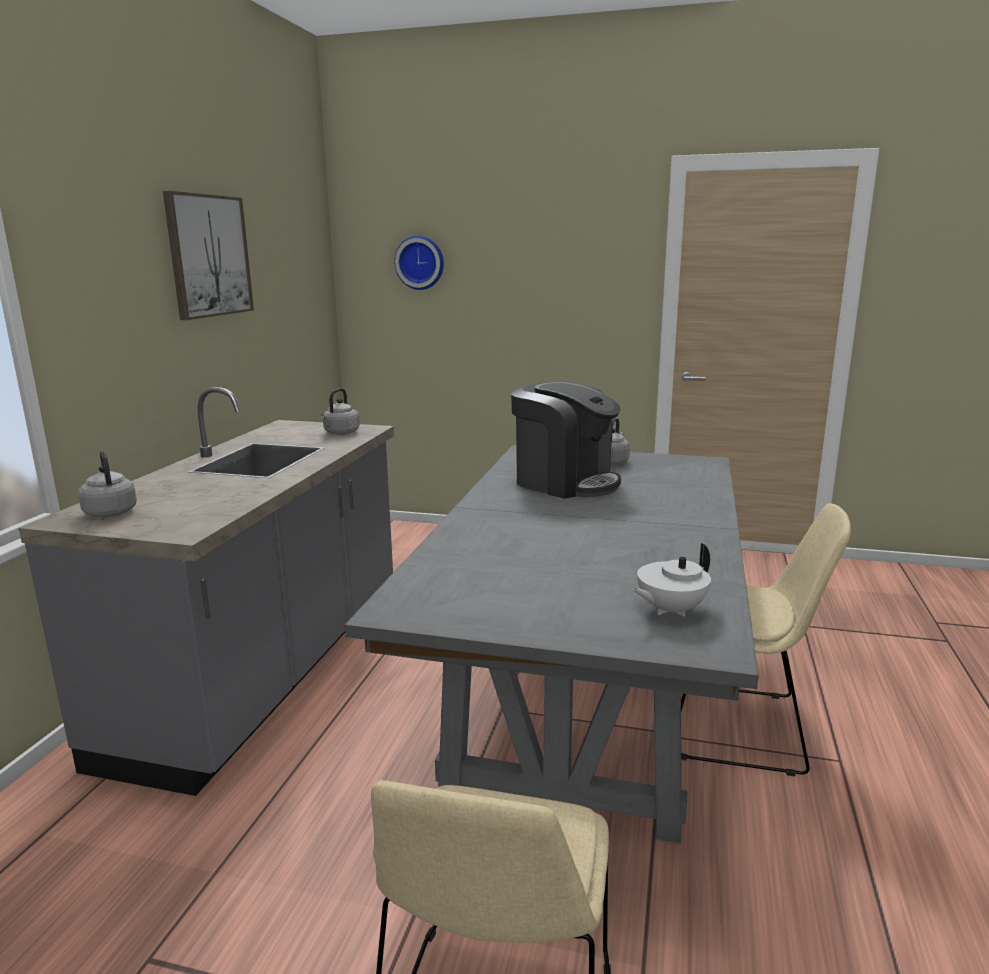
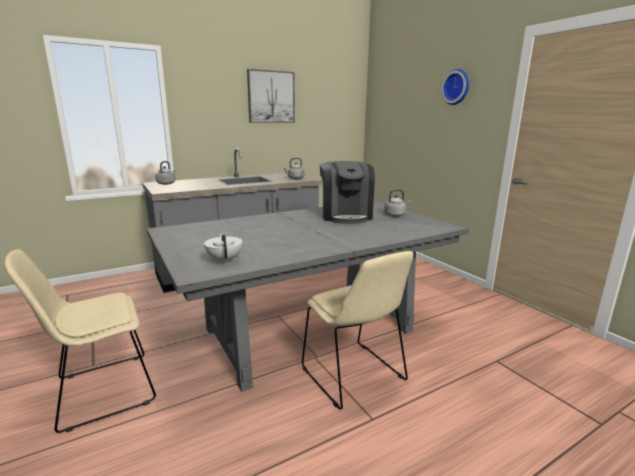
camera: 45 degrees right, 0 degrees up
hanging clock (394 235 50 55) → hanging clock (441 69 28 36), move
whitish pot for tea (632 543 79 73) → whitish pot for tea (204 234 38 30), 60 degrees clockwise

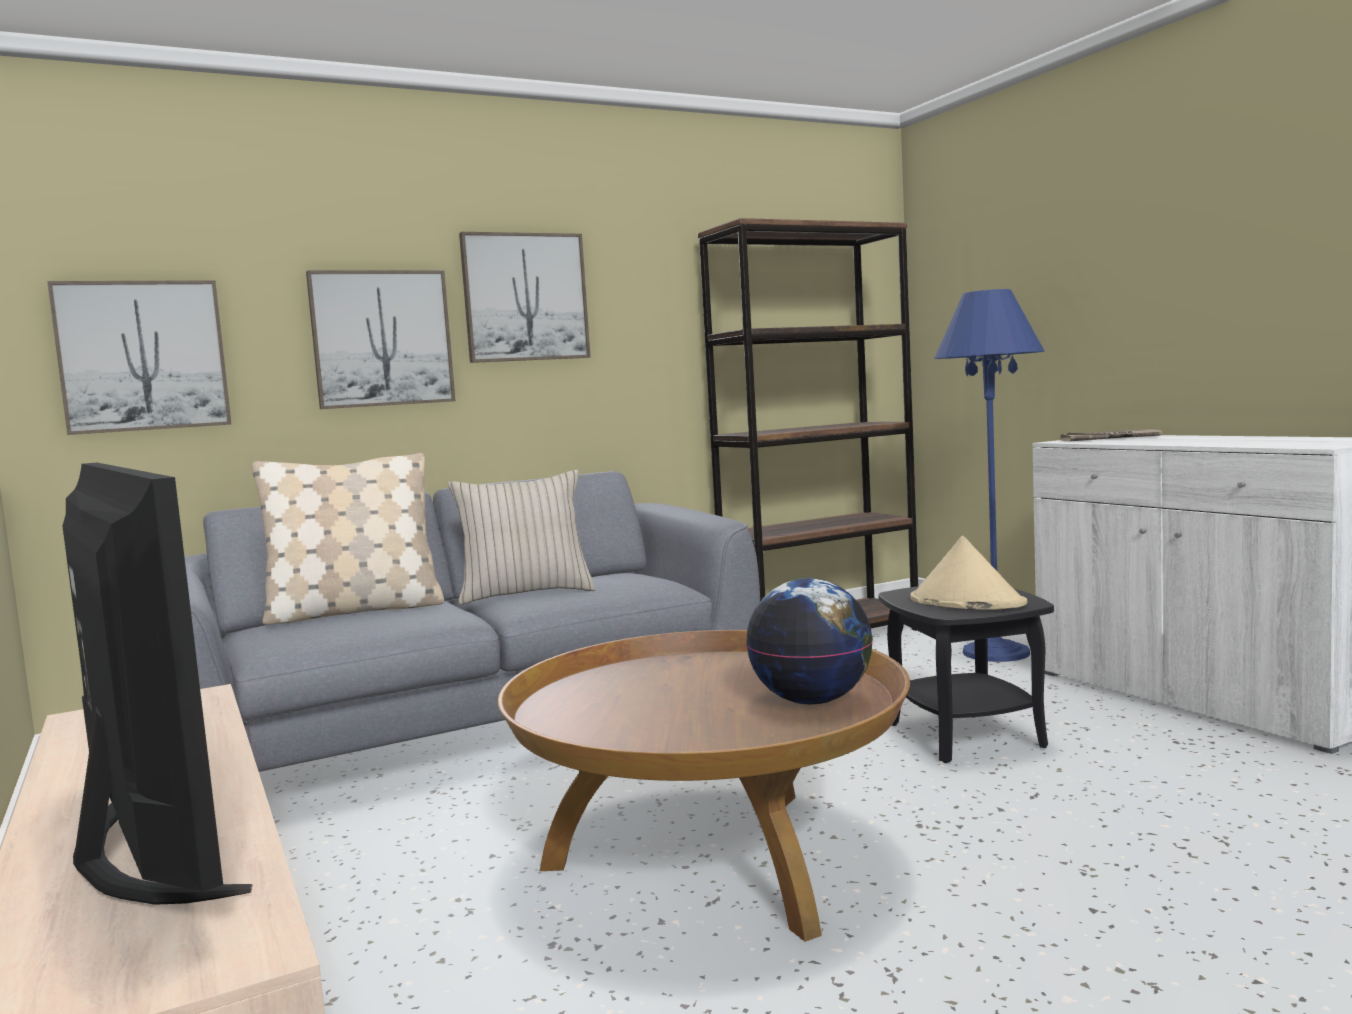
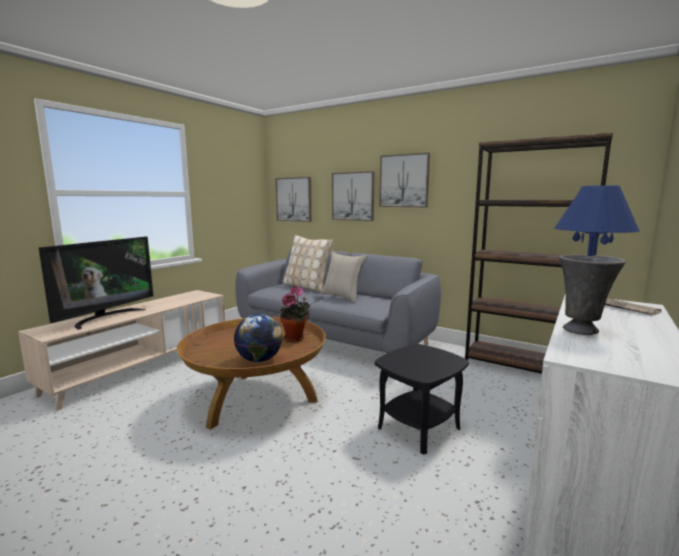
camera: 60 degrees right, 5 degrees up
beige wearable hat (910 536 117 74) → -
- → gray flower vase (559 254 67 81)
- → plant in a pot (280 286 30 56)

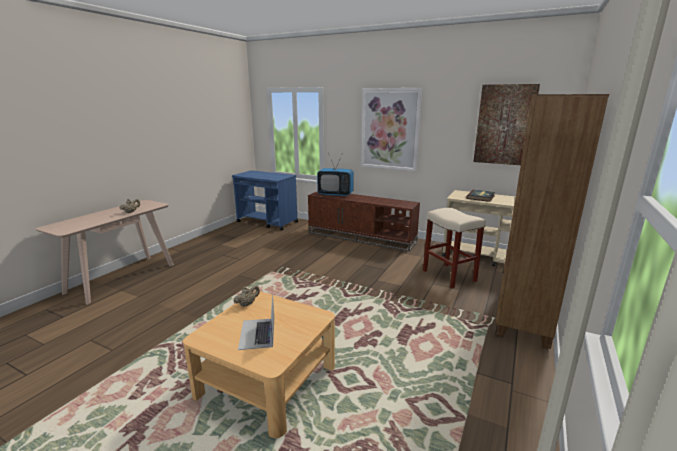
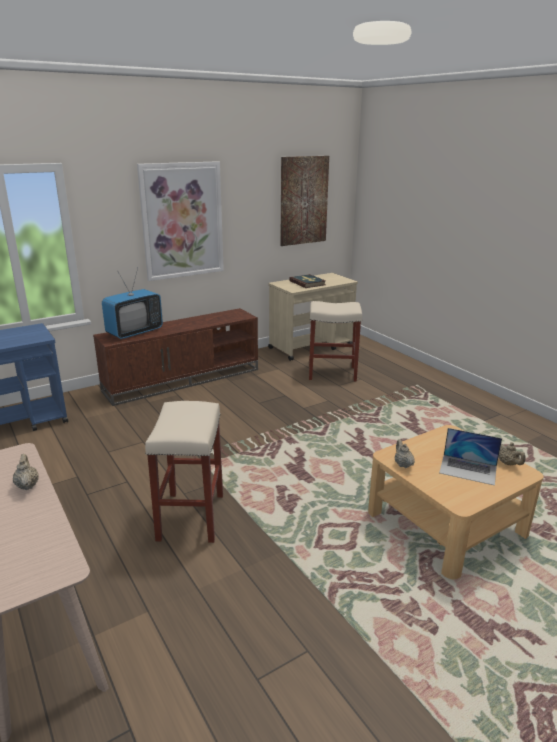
camera: 60 degrees left, 5 degrees up
brown bookshelf (495 94 114 255) → -
- → beige stool (145 401 78 142)
- → beige pot for tea (499 442 27 23)

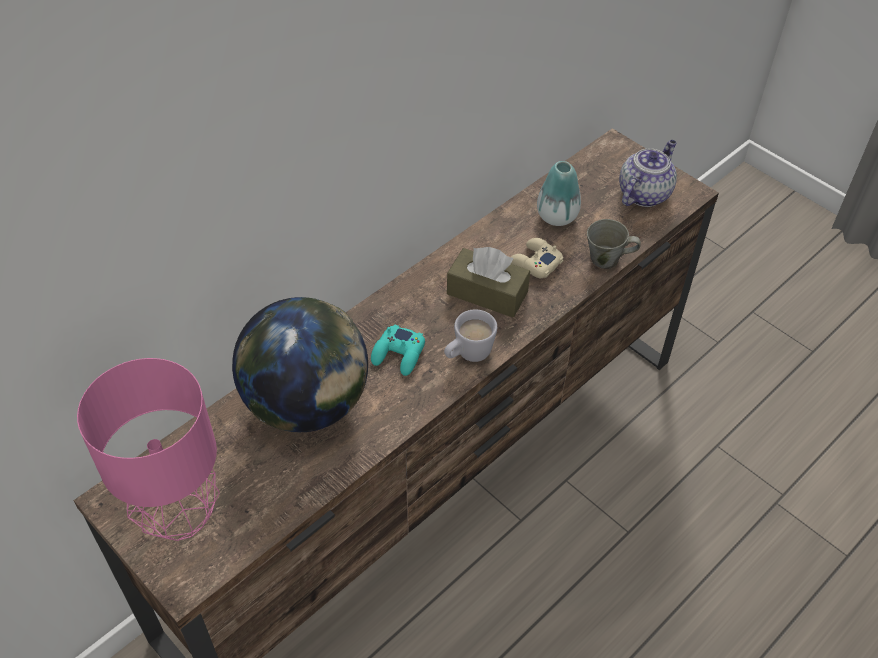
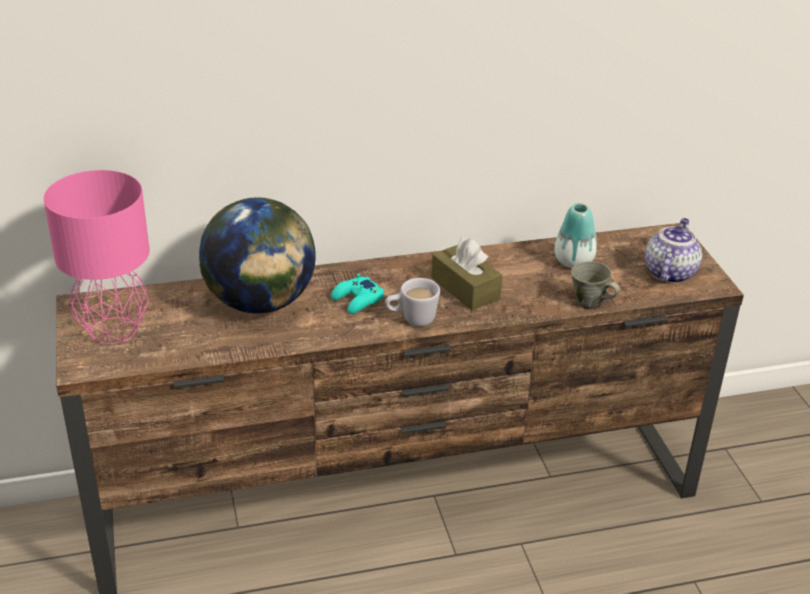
camera: 30 degrees right, 15 degrees down
pot for tea (619 140 58 67) → pot for tea (645 218 57 65), 45 degrees counterclockwise
beige game controller (511 238 53 40) → -

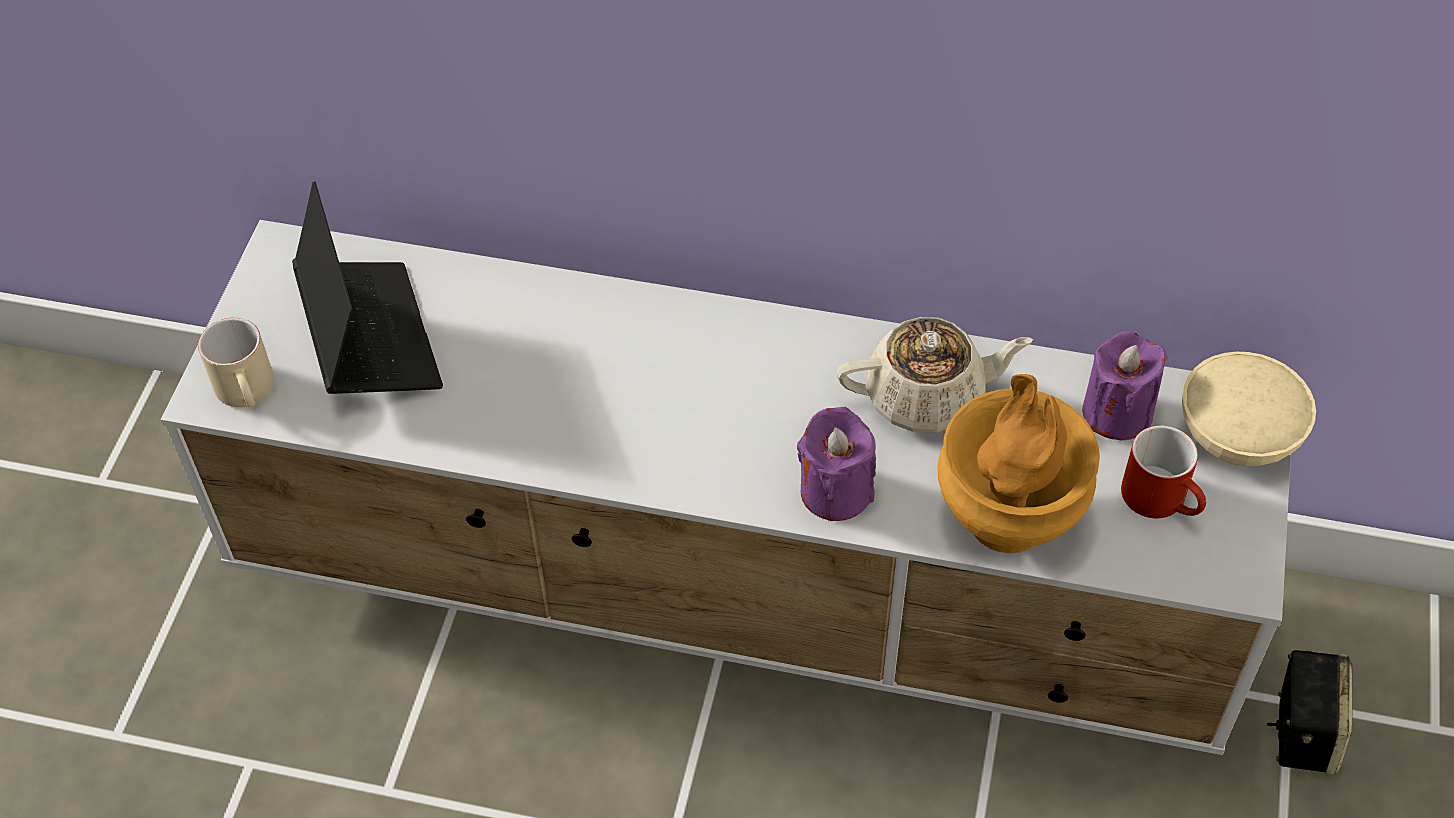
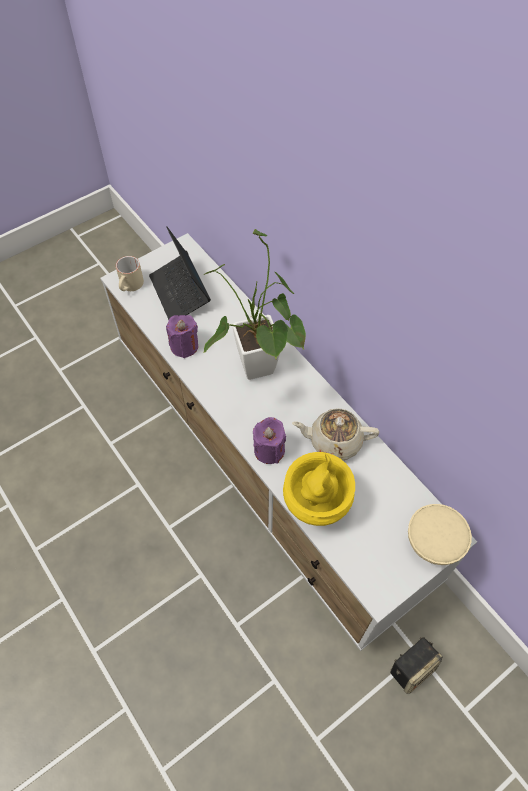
camera: 40 degrees right, 5 degrees up
portable computer (292 182 151 212) → portable computer (149 226 62 94), 135 degrees clockwise
beige pot for tea (837 317 196 116) → beige pot for tea (292 408 87 52), 150 degrees clockwise
purple-coloured candle (1082 331 85 109) → purple-coloured candle (166 315 32 43), move
brown flower vase (937 374 163 179) → yellow-coloured flower vase (283 452 72 74)
red-coloured mug (1121 425 85 93) → -
- → plant in a pot (203 229 103 151)

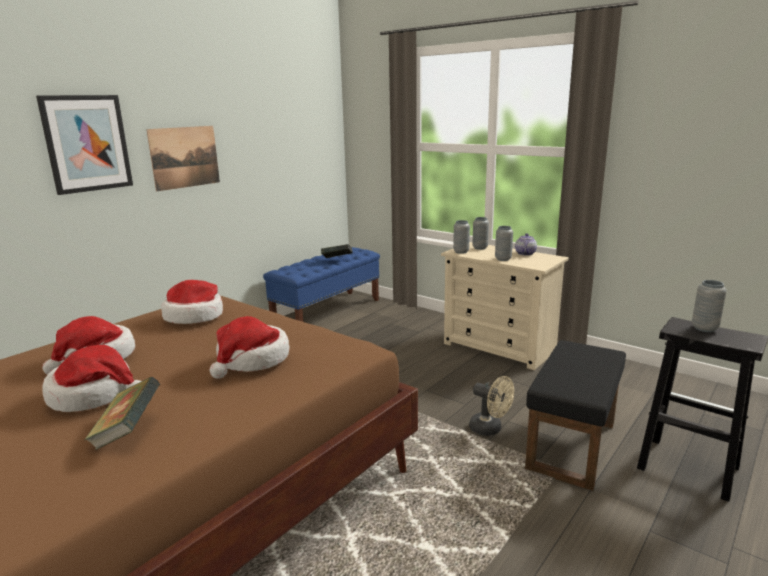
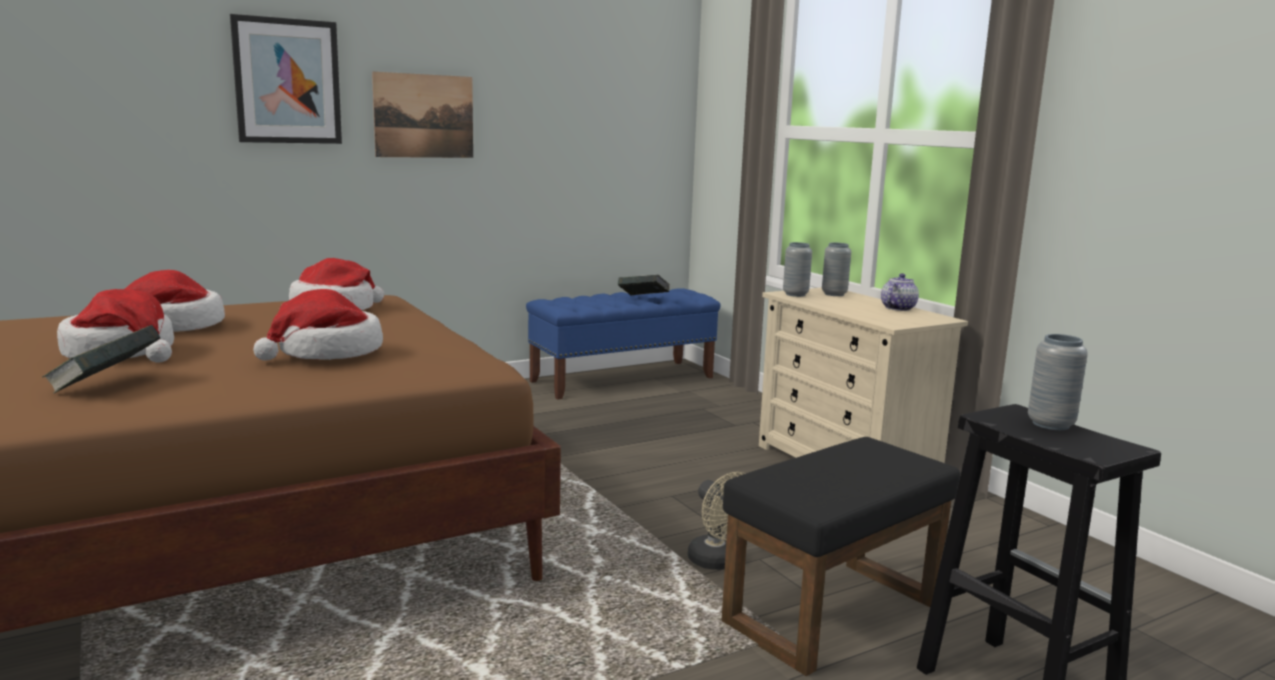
camera: 20 degrees right, 5 degrees down
gray flower vase (495 226 18 35) → -

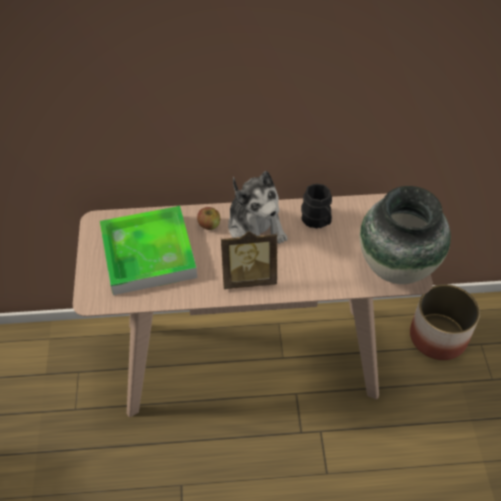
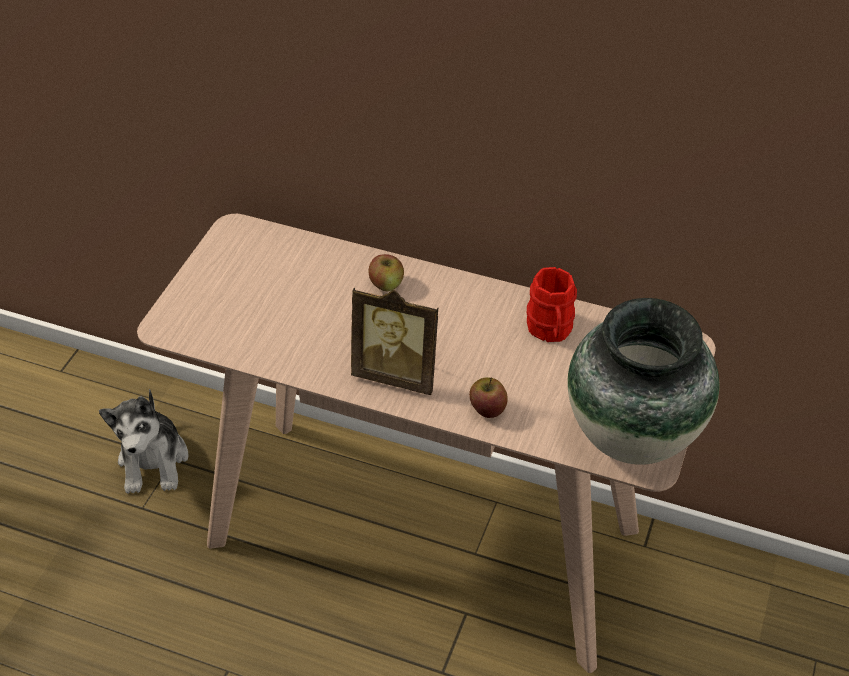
camera: 25 degrees right, 5 degrees down
cuddly toy (228 171 59 73) → cuddly toy (99 389 90 105), move
black-coloured mug (301 184 31 44) → red-coloured mug (527 267 50 75)
tray (100 206 97 89) → -
planter (410 284 70 76) → -
- → apple (469 377 39 41)

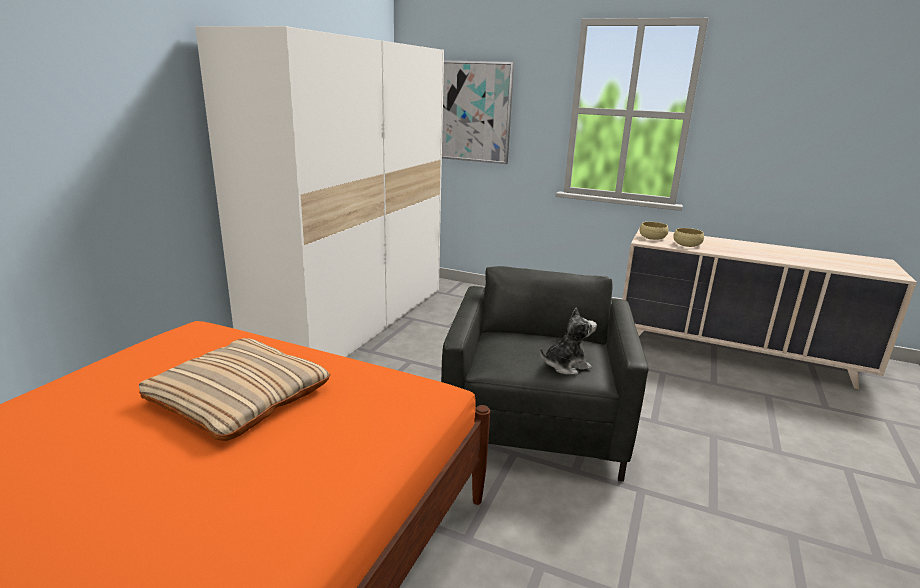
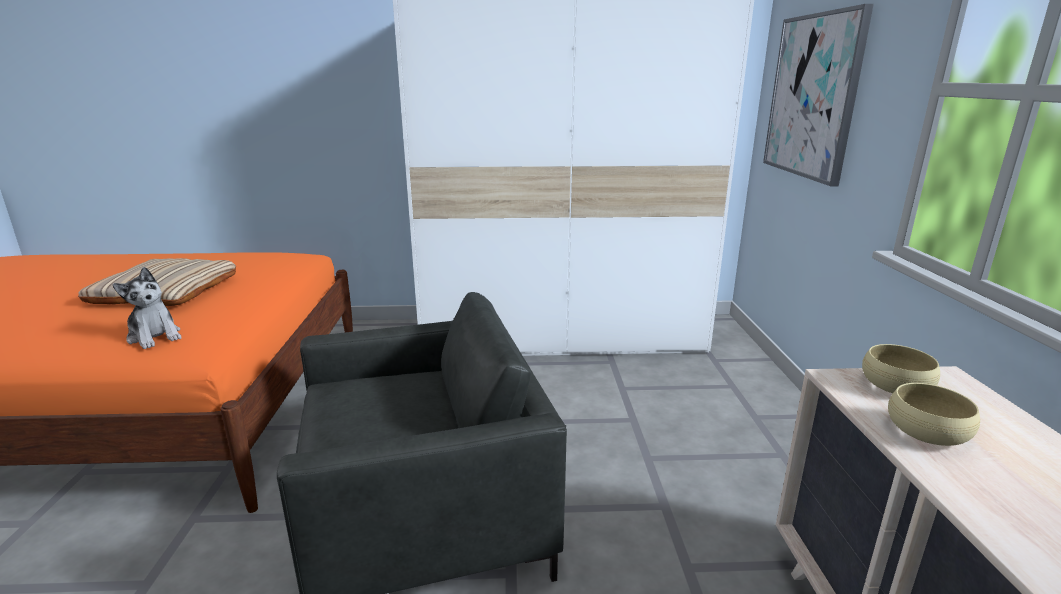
camera: 65 degrees right, 0 degrees up
cuddly toy (540 307 57 68) → cuddly toy (112 267 70 82), move

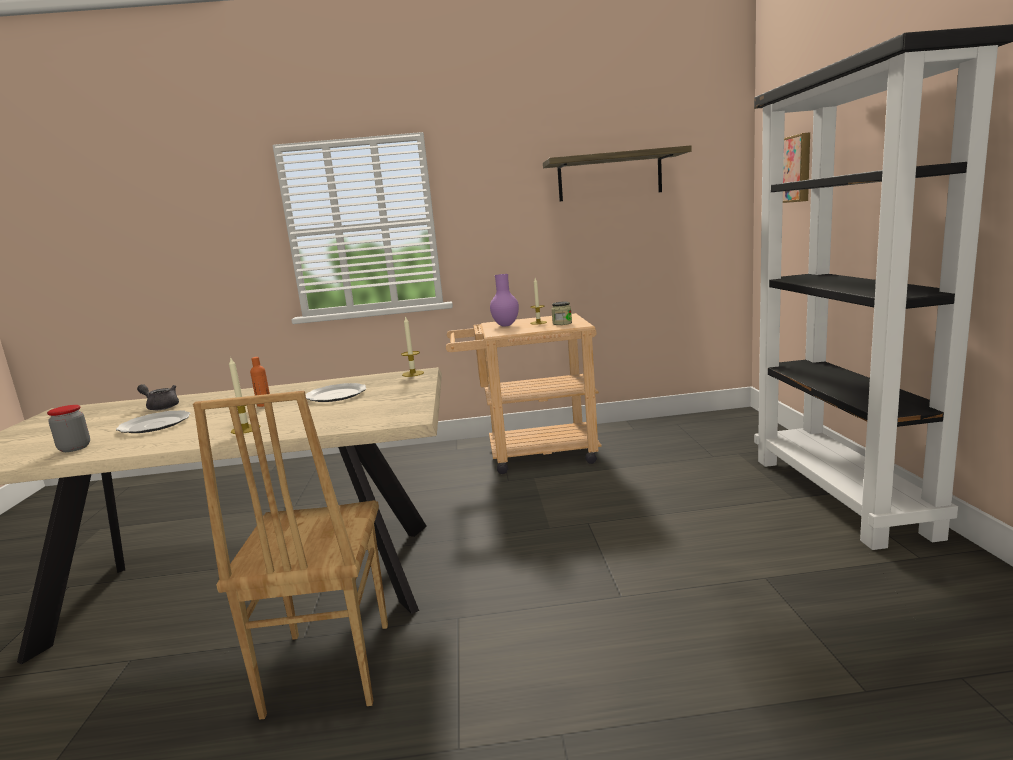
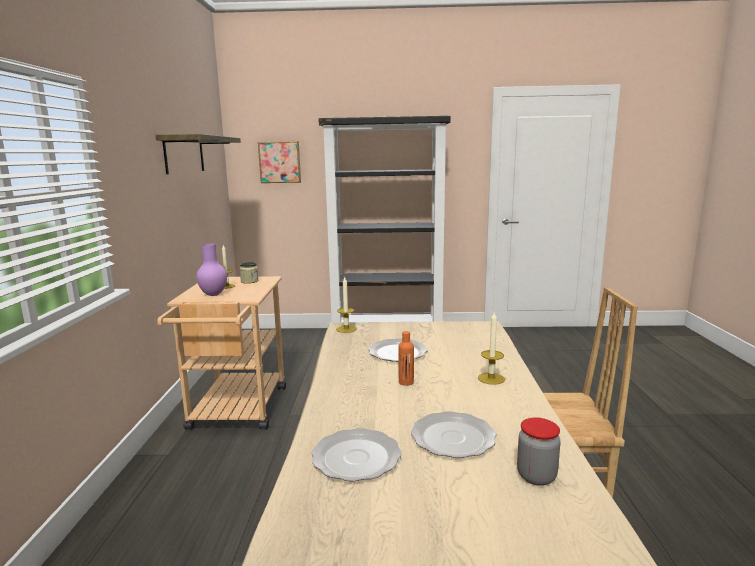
camera: 85 degrees left, 0 degrees up
gray pot for tea (137 384 42 26) → dinner plate (311 428 91 54)

